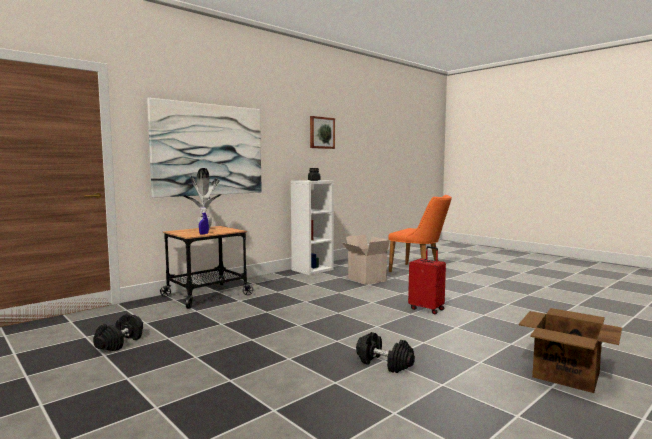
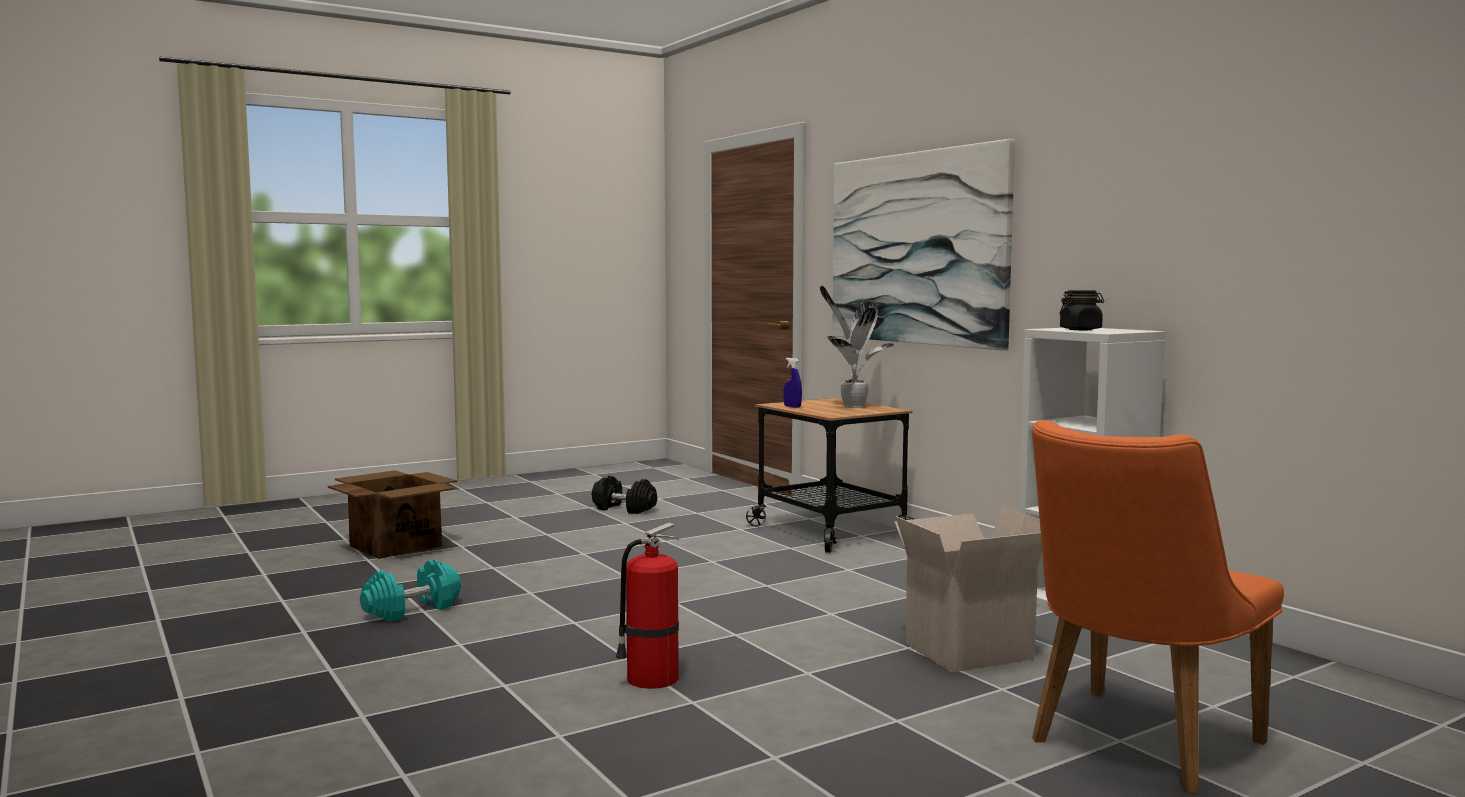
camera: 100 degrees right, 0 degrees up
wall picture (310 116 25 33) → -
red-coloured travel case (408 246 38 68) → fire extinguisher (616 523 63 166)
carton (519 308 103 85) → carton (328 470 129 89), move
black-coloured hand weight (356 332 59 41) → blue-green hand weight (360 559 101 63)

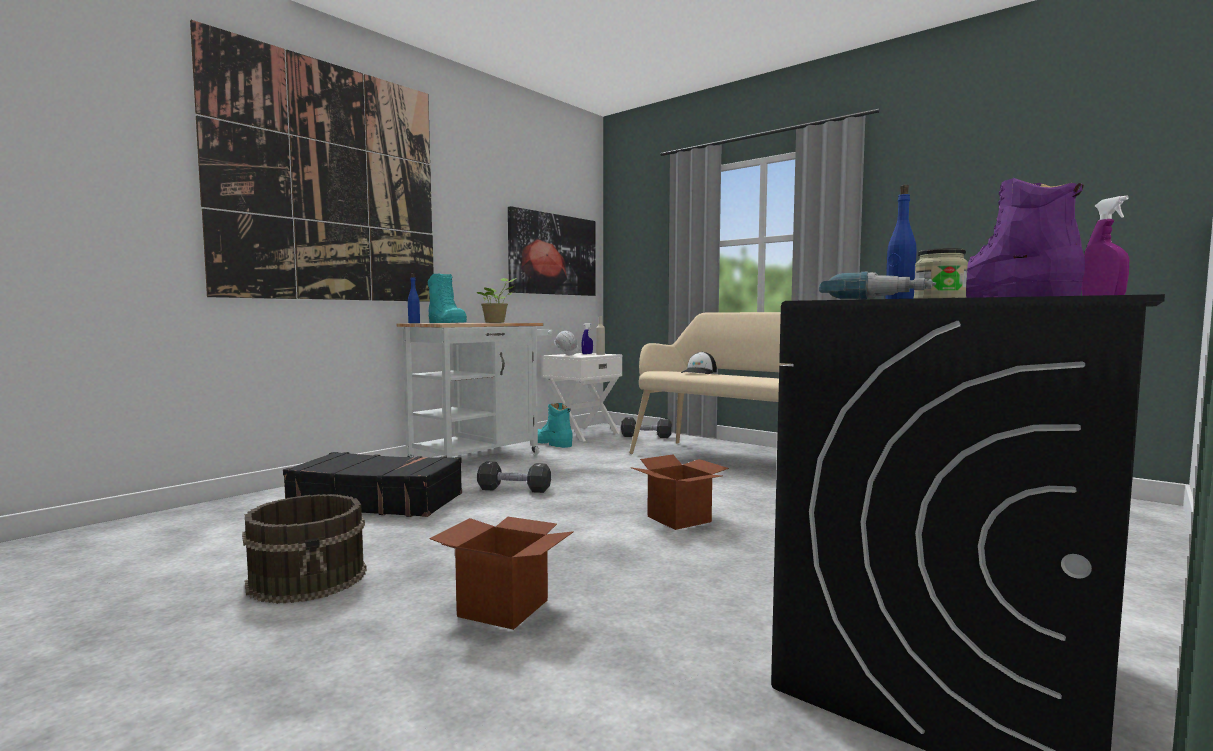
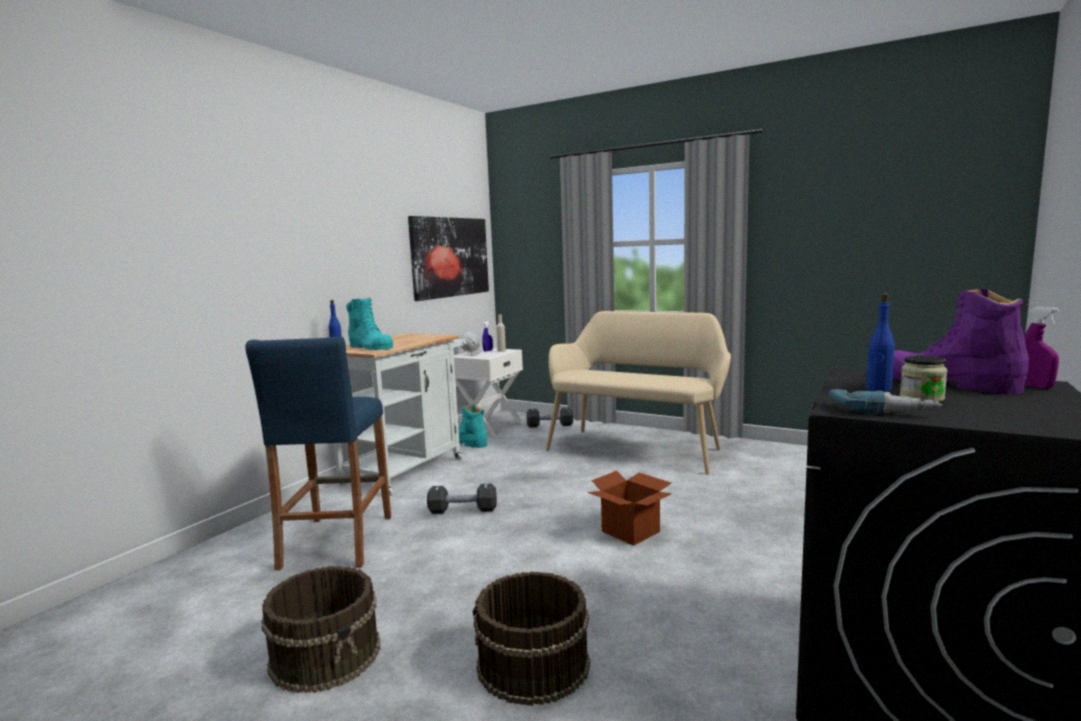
camera: 10 degrees left, 5 degrees up
wall picture (190 20 244 282) → -
plant in a pot (477 278 39 45) → -
baseball cap (681 352 36 22) → -
black-coloured travel case (283 452 179 65) → bluish stool (245 337 146 234)
carton (429 517 145 113) → brown pail (473 571 117 135)

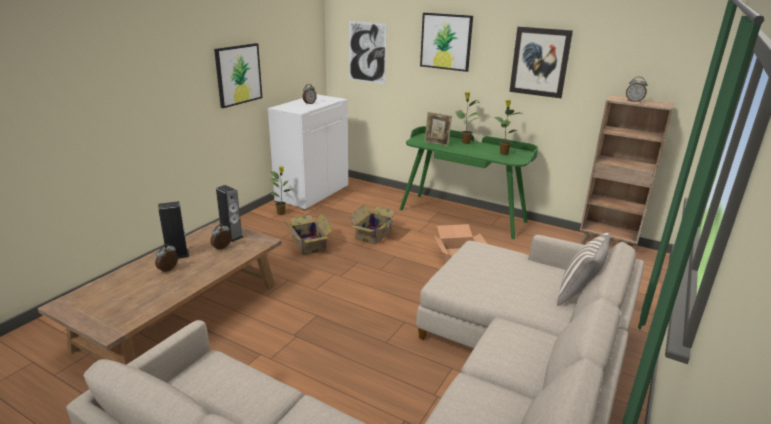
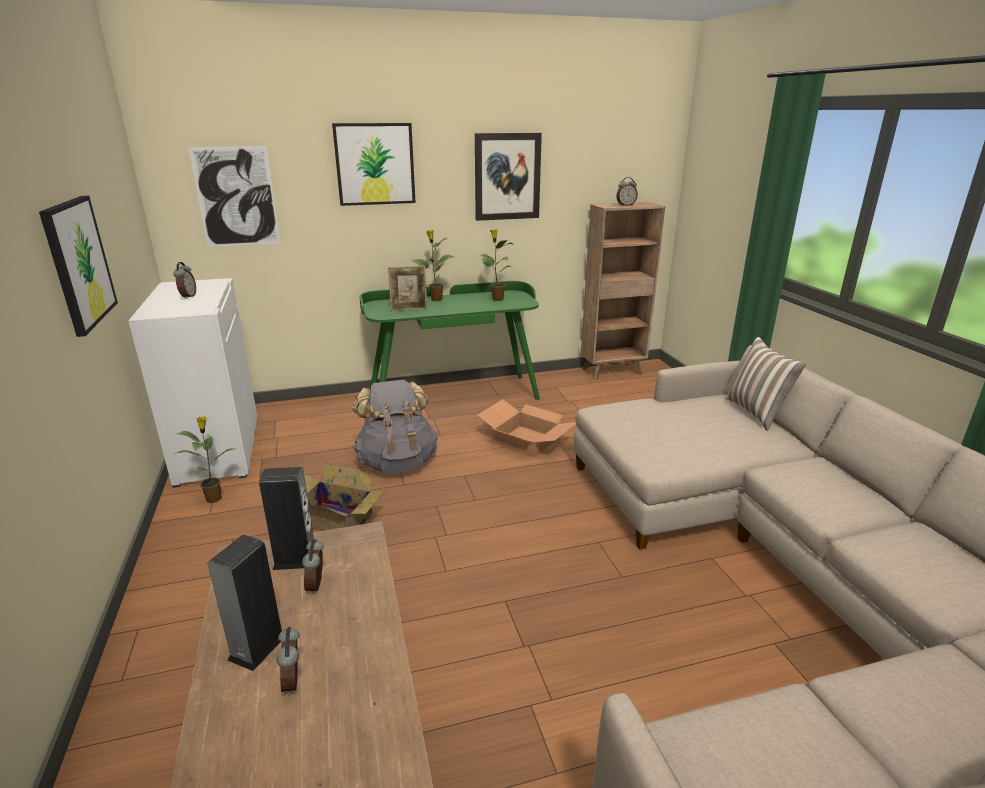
camera: 45 degrees left, 0 degrees up
carton (350 205 49 39) → gray rucksack (352 379 86 94)

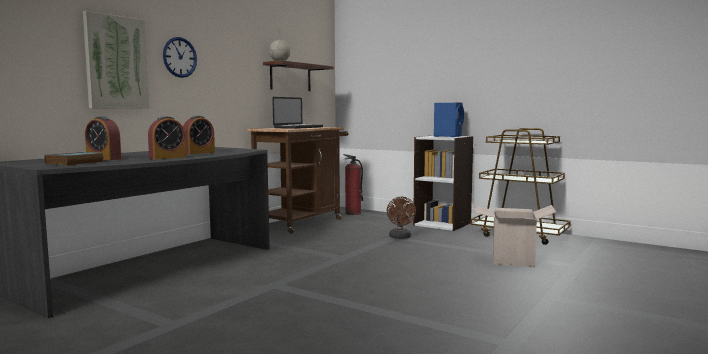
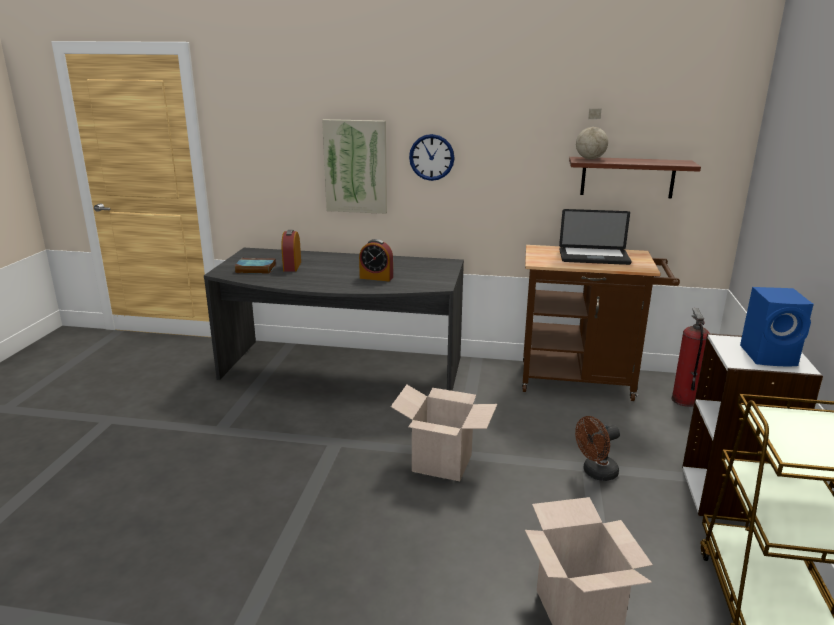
camera: 65 degrees right, 15 degrees up
table clock (148 116 38 43) → -
- → carton (391 385 106 96)

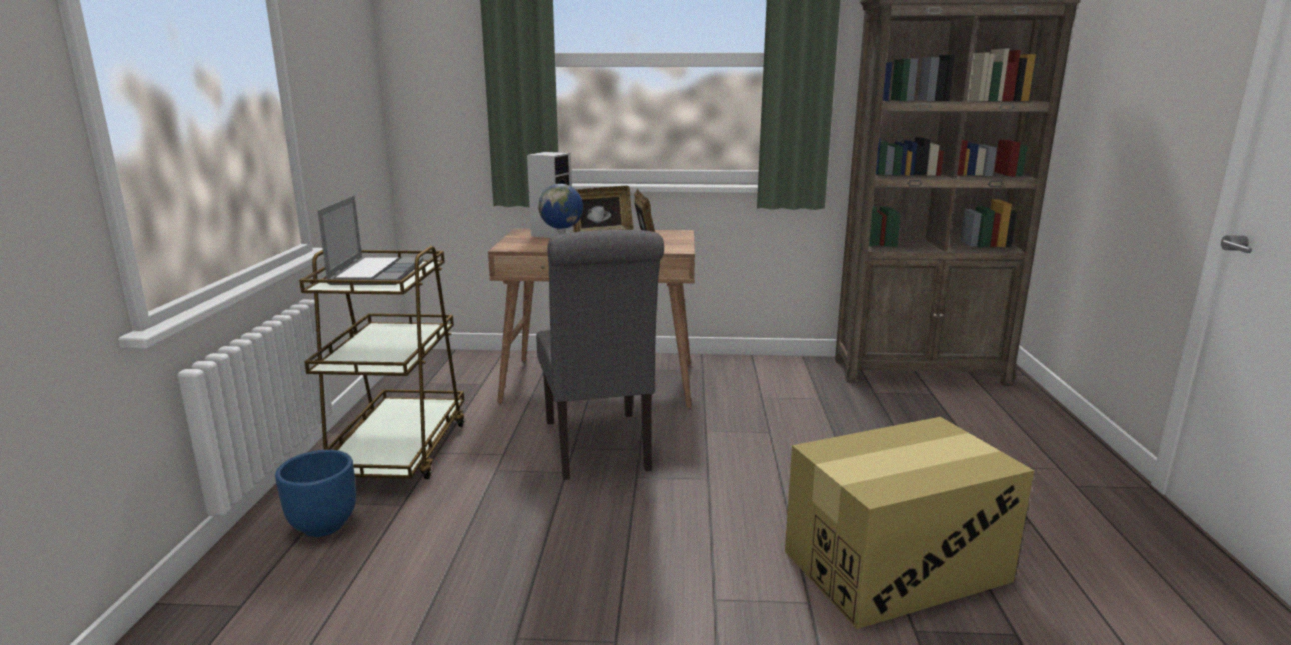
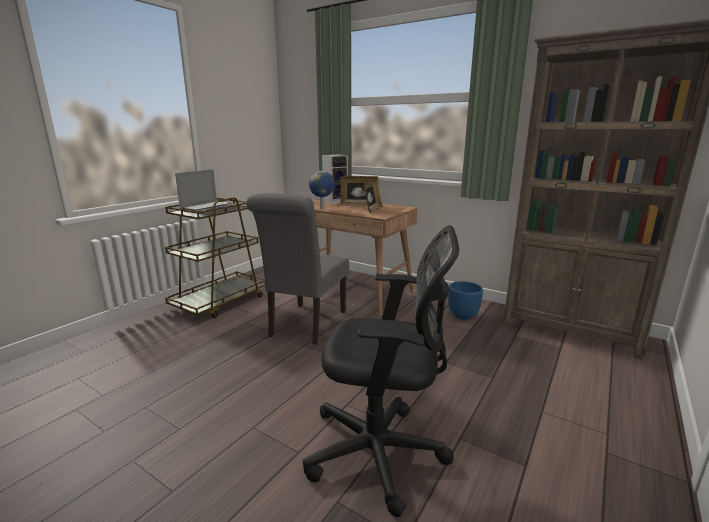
camera: 30 degrees right, 0 degrees up
carton (785 417 249 212) → black-coloured desk chair (303 225 156 292)
bluish planter (275 450 81 87) → bluish planter (448 281 35 39), move

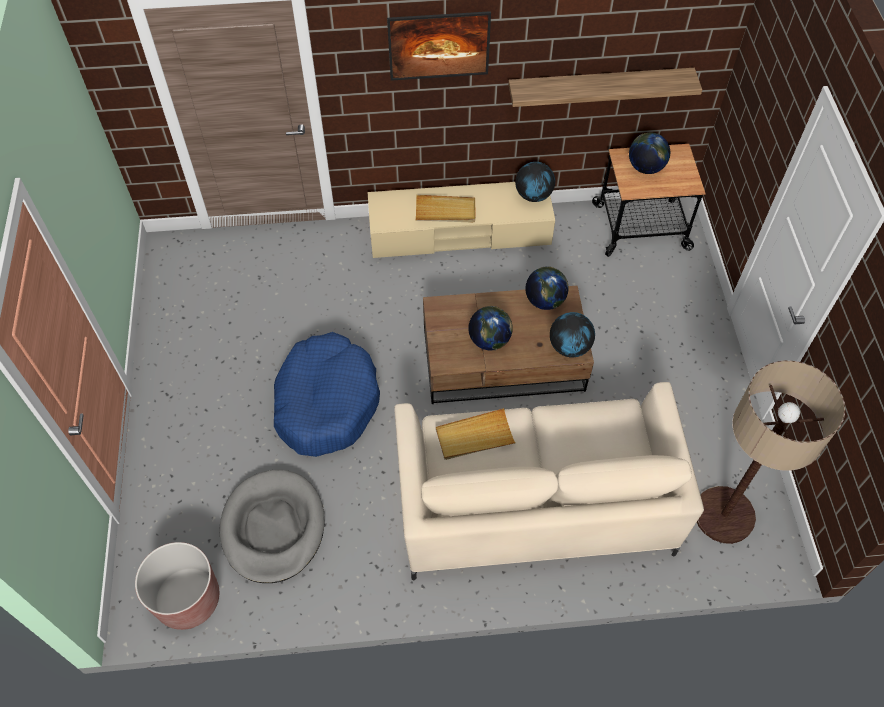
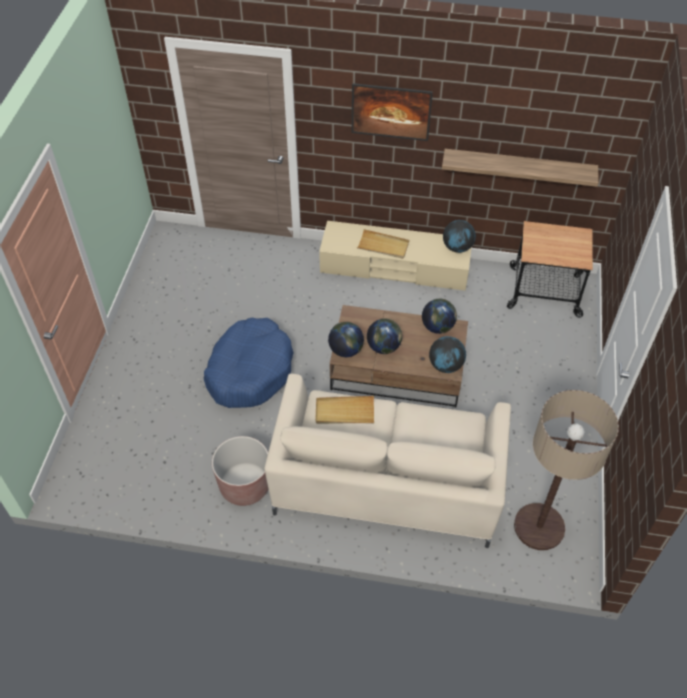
camera: 15 degrees right, 5 degrees down
desk globe (629 132 41 42) → desk globe (328 322 36 35), move
gray pet bed (219 470 106 113) → -
brown planter (135 542 84 88) → brown planter (212 436 56 70), move

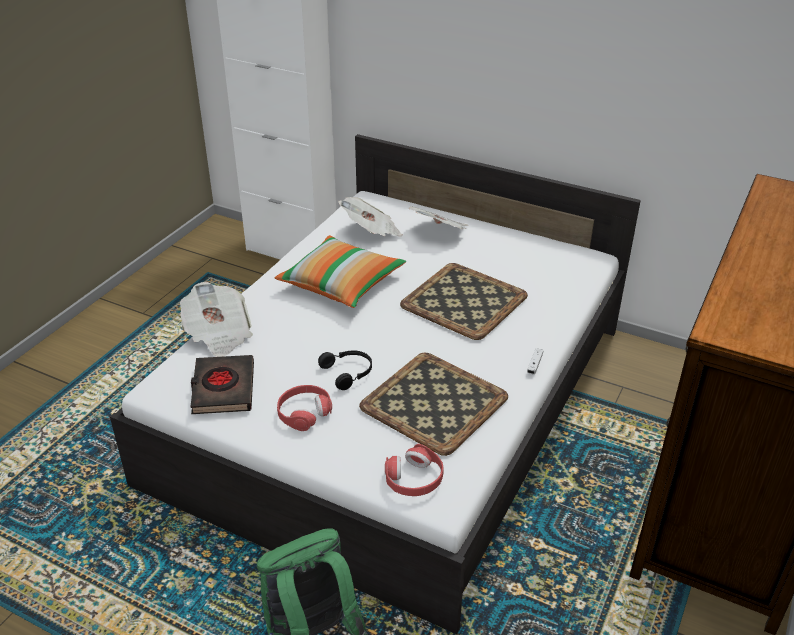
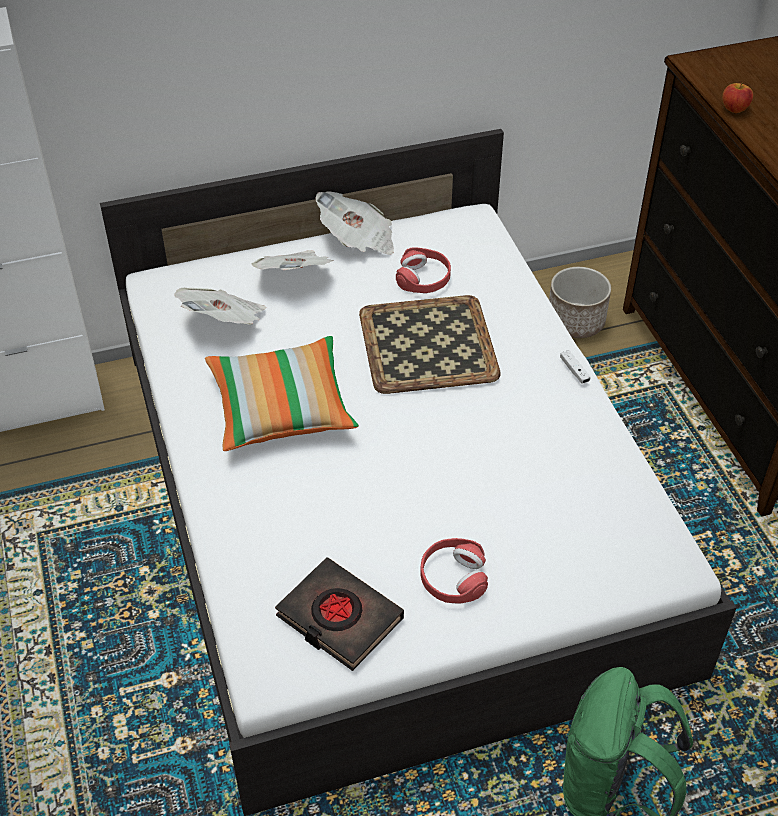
camera: 45 degrees left, 10 degrees up
newspaper (180 282 73 75) → newspaper (315 191 79 64), move
black-coloured pair of headphones (318 351 54 39) → -
tray (359 353 149 103) → -
red-coloured pair of headphones (385 444 59 52) → red-coloured pair of headphones (396 247 55 46), move
- → apple (722 82 31 31)
- → planter (549 267 62 71)

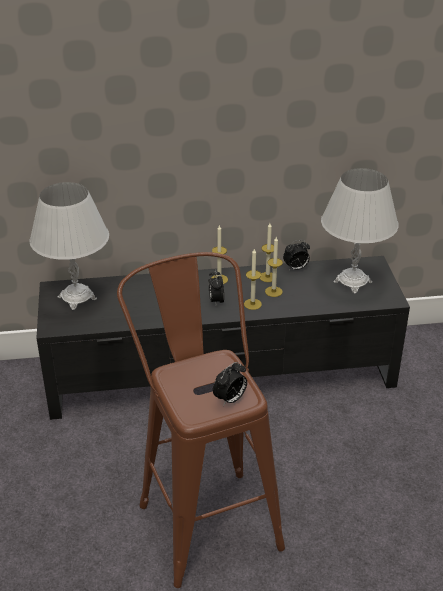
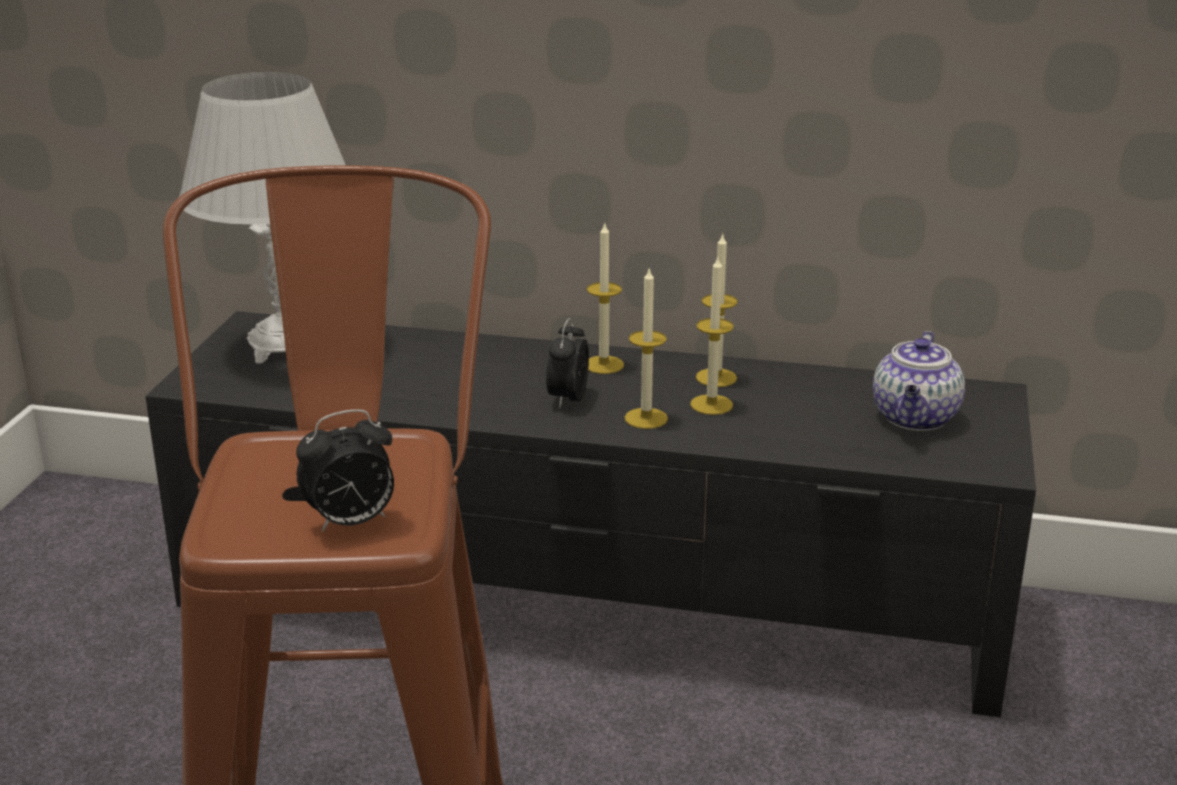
camera: 20 degrees right, 10 degrees down
whitish table lamp (321 168 78 125) → pot for tea (873 331 92 100)
table clock (283 240 27 30) → -

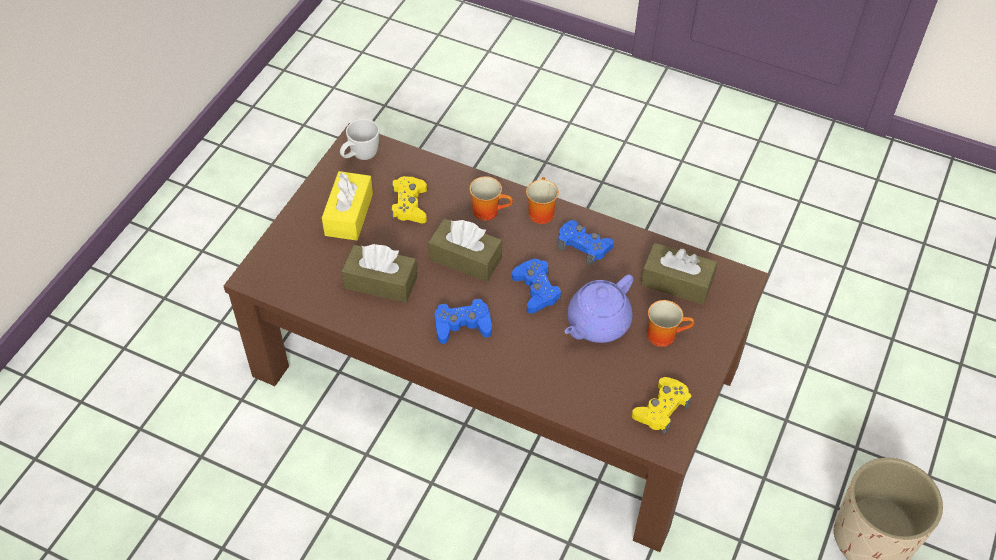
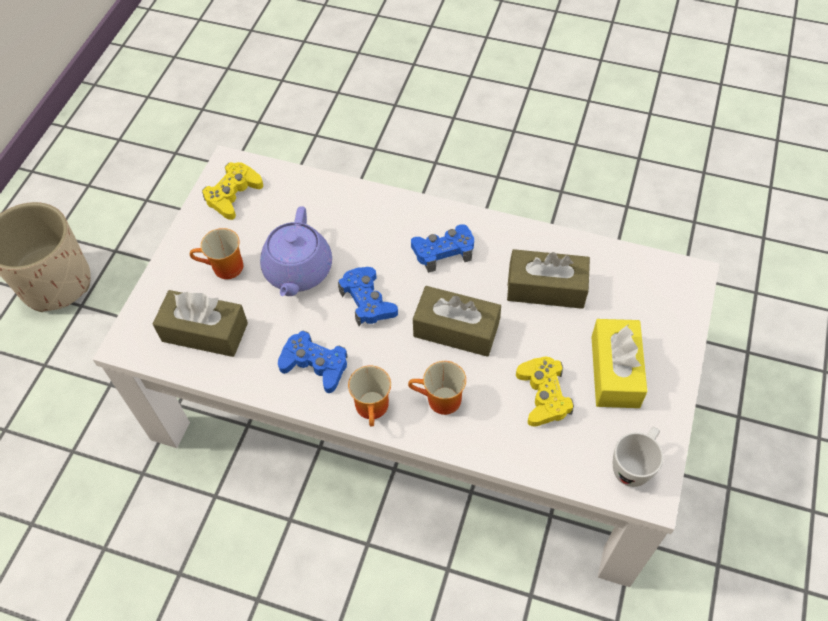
camera: 175 degrees right, 5 degrees up
brown coffee table (224 123 545 429) → whitish coffee table (93 145 626 442)
purple-coloured pot for tea (564 275 69 68) → purple-coloured pot for tea (260 206 72 90), 150 degrees clockwise

